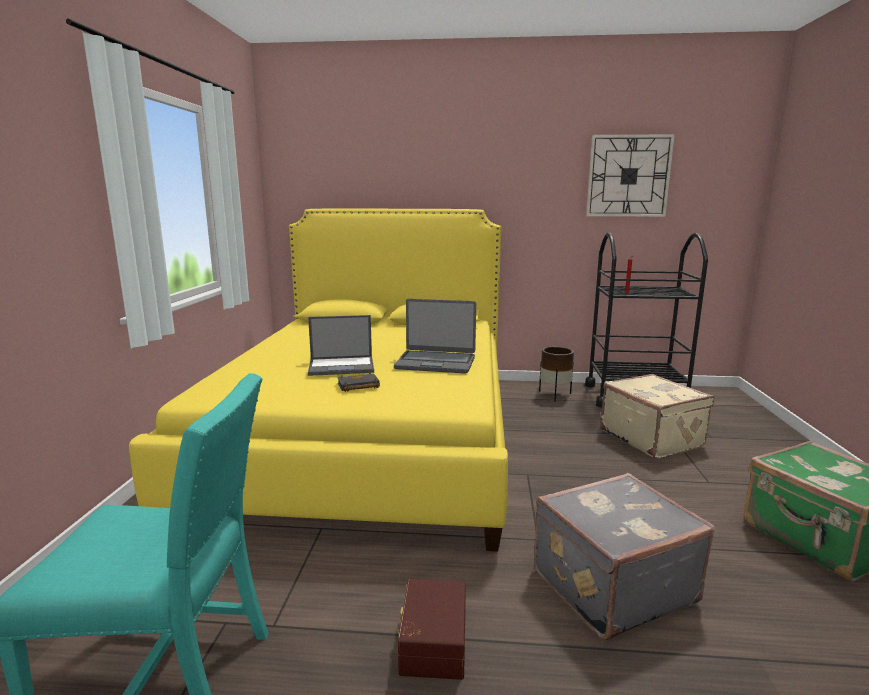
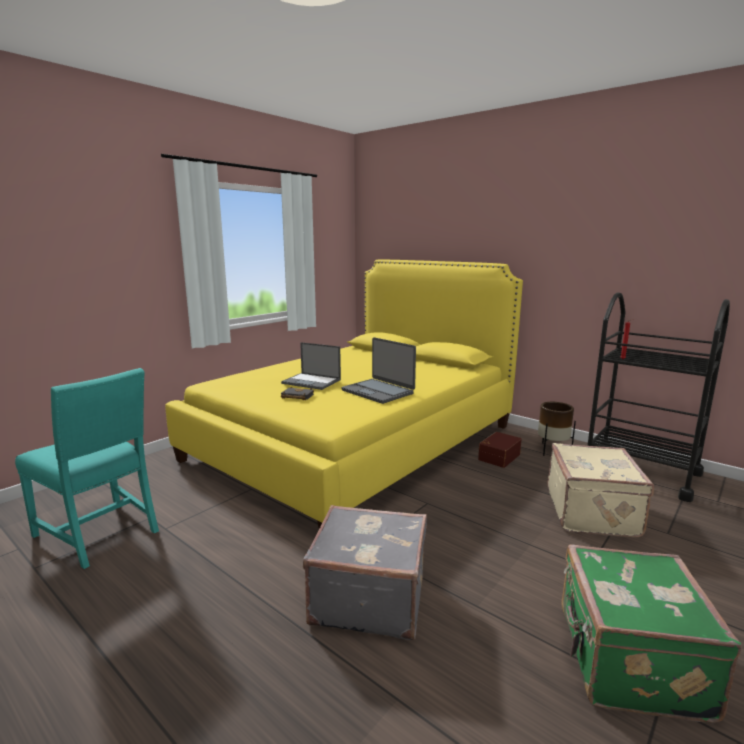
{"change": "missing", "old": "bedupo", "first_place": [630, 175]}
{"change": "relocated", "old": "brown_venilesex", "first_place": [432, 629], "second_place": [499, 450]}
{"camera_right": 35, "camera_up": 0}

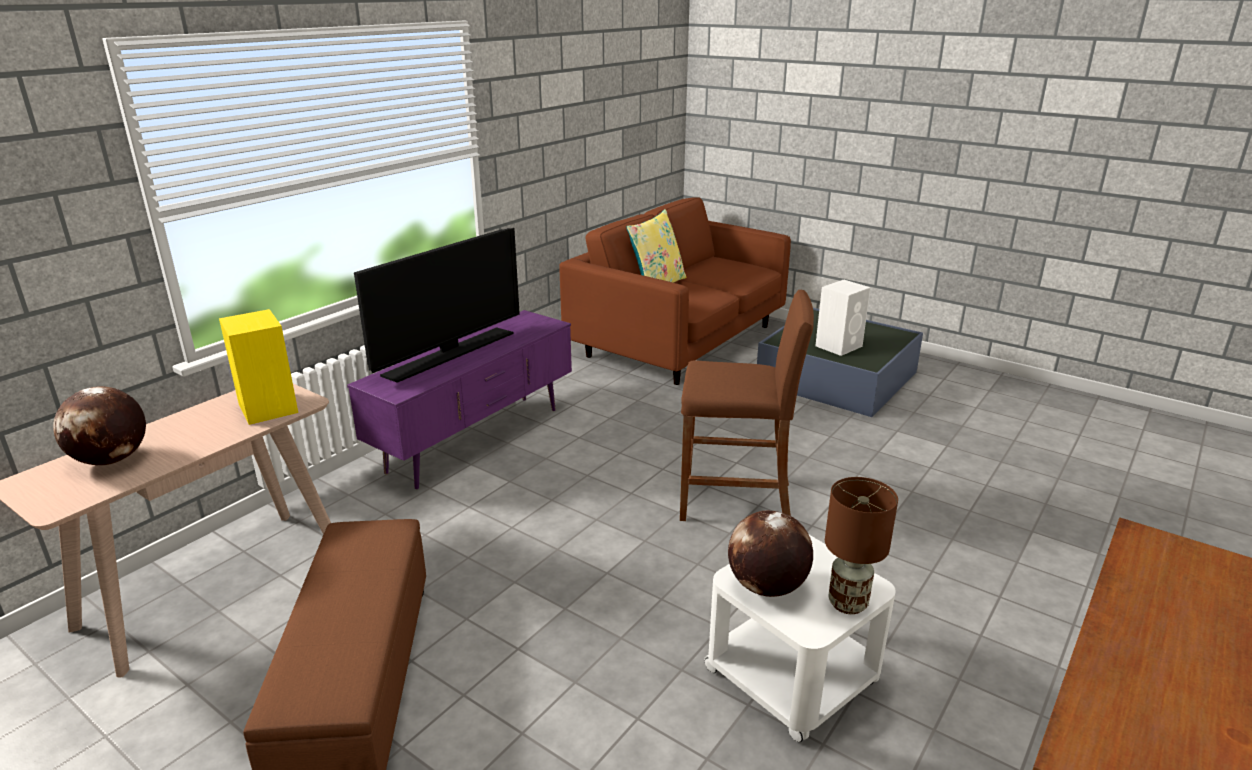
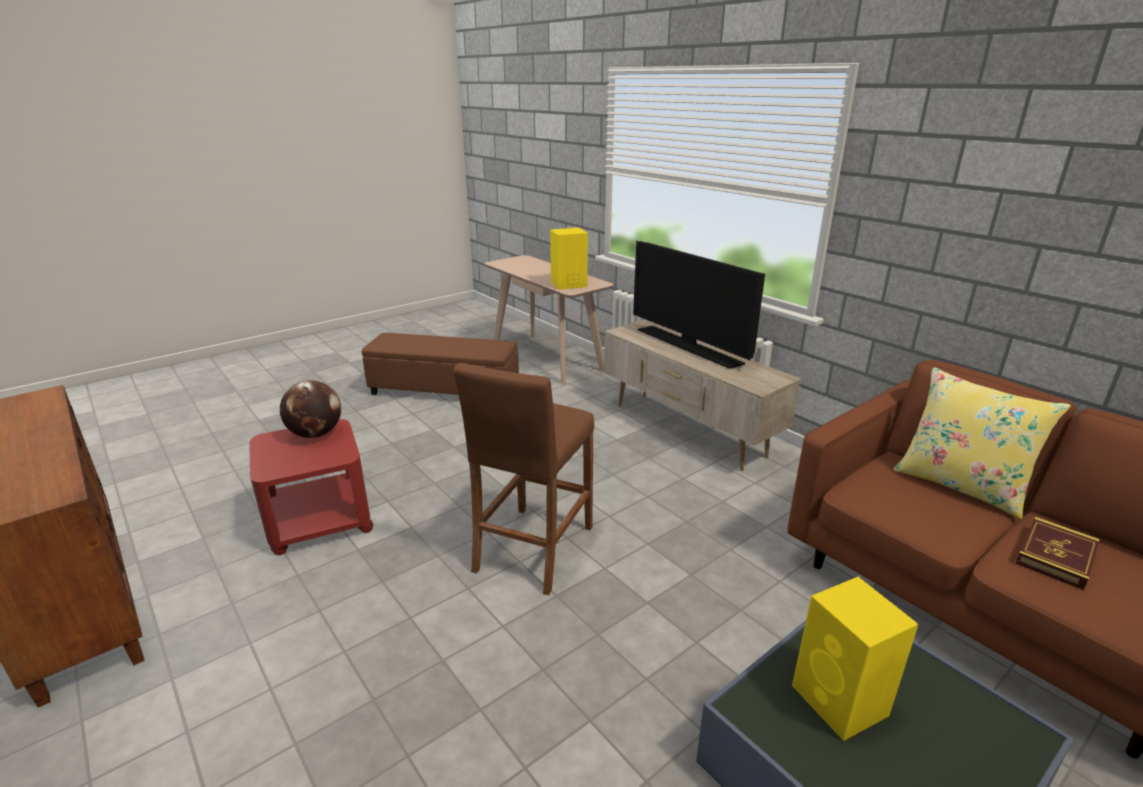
{"change": "colour", "old": "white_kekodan", "new": "yellow_kekodan", "first_place": [842, 318], "second_place": [855, 659]}
{"change": "colour", "old": "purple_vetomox", "new": "beige_vetomox", "first_place": [459, 399], "second_place": [702, 395]}
{"change": "missing", "old": "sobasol", "first_place": [99, 426]}
{"change": "missing", "old": "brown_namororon", "first_place": [861, 545]}
{"change": "colour", "old": "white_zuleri", "new": "red_zuleri", "first_place": [800, 638], "second_place": [311, 487]}
{"change": "appeared", "new": "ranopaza", "second_place": [1057, 553]}
{"camera_right": 105, "camera_up": 0}

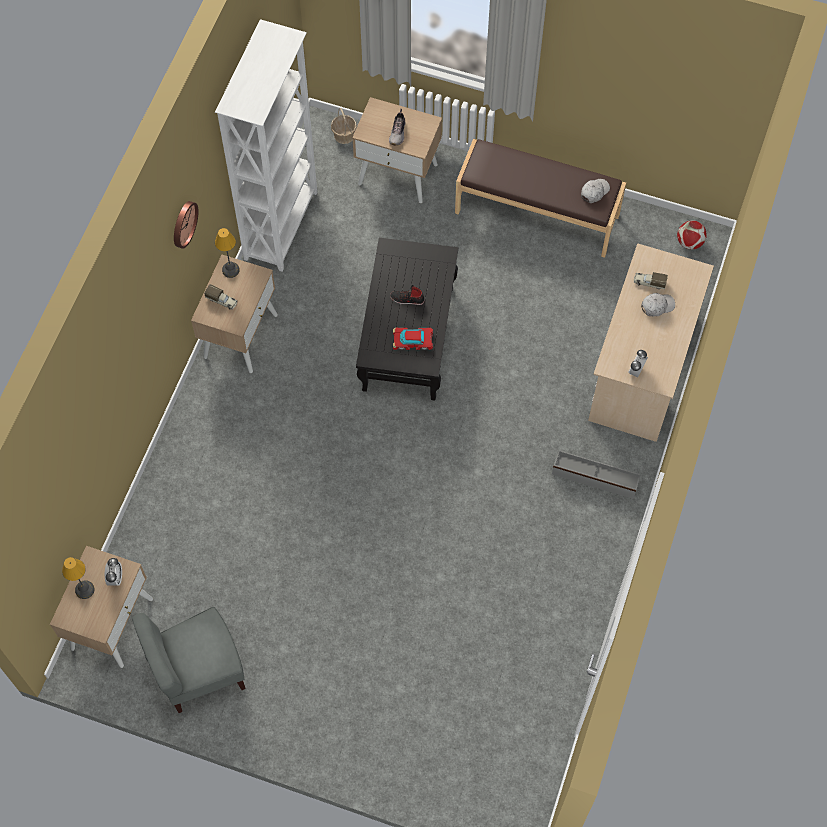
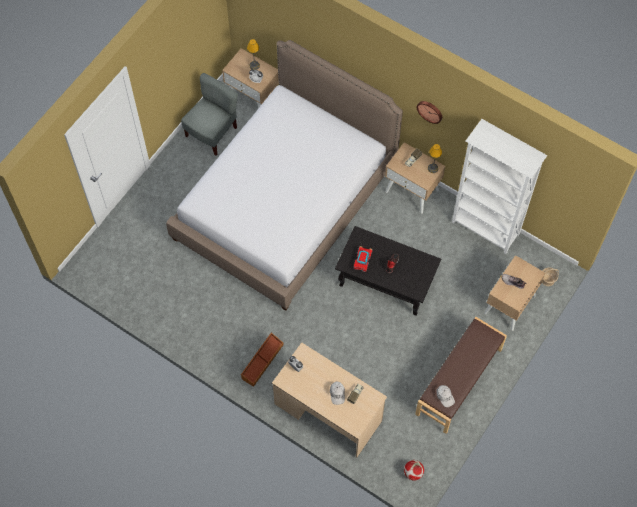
{"change": "colour", "old": "grey_venilesex", "new": "brown_venilesex", "first_place": [596, 474], "second_place": [262, 360]}
{"change": "spun", "old": "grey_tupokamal", "first_place": [189, 660], "second_place": [209, 114], "degrees": 45}
{"change": "appeared", "new": "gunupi", "second_place": [284, 175]}
{"camera_right": 105, "camera_up": 0}

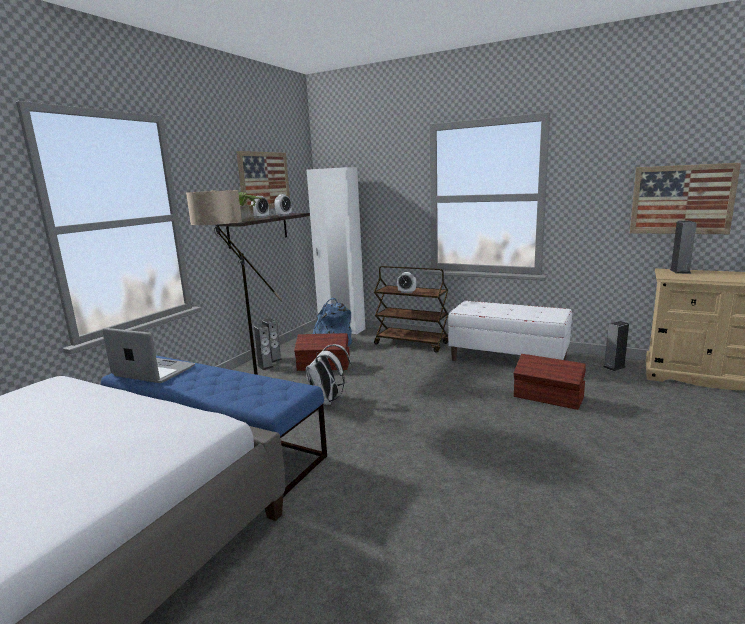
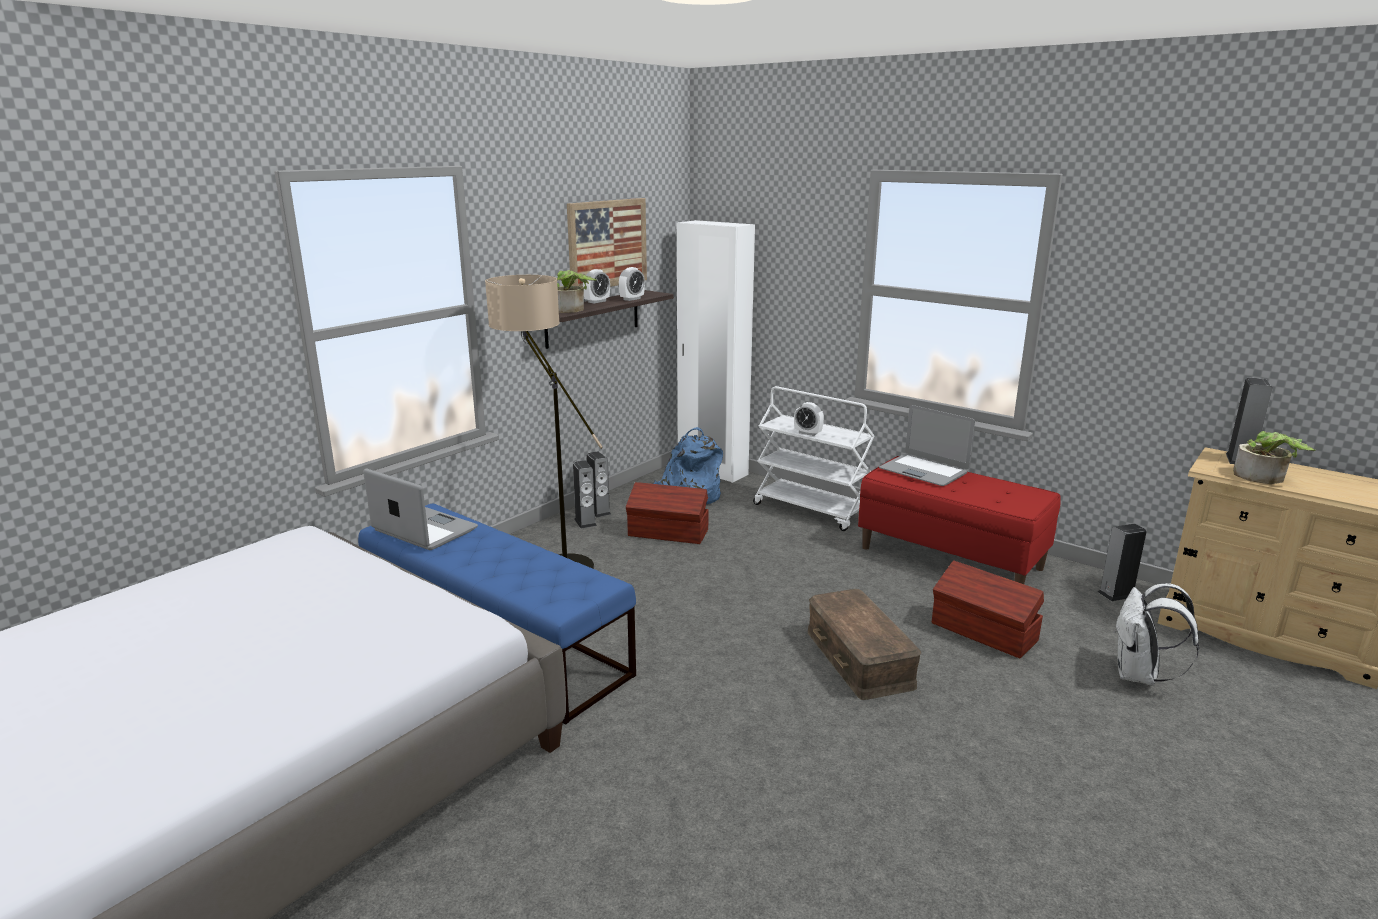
{"change": "missing", "old": "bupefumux", "first_place": [685, 198]}
{"change": "colour", "old": "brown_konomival", "new": "white_konomival", "first_place": [411, 309], "second_place": [813, 458]}
{"change": "colour", "old": "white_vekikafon", "new": "red_vekikafon", "first_place": [510, 331], "second_place": [959, 520]}
{"change": "relocated", "old": "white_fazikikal", "first_place": [329, 374], "second_place": [1156, 634]}
{"change": "appeared", "new": "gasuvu", "second_place": [927, 445]}
{"change": "appeared", "new": "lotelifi", "second_place": [1274, 457]}
{"change": "appeared", "new": "brown_venilesex", "second_place": [864, 644]}
{"camera_right": 10, "camera_up": 5}

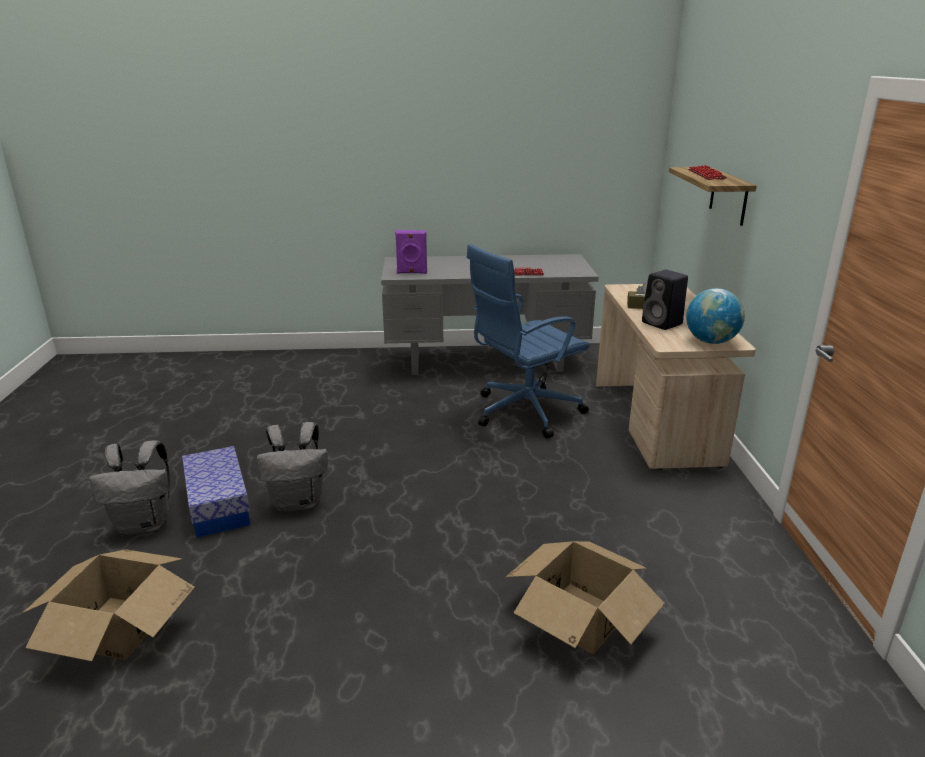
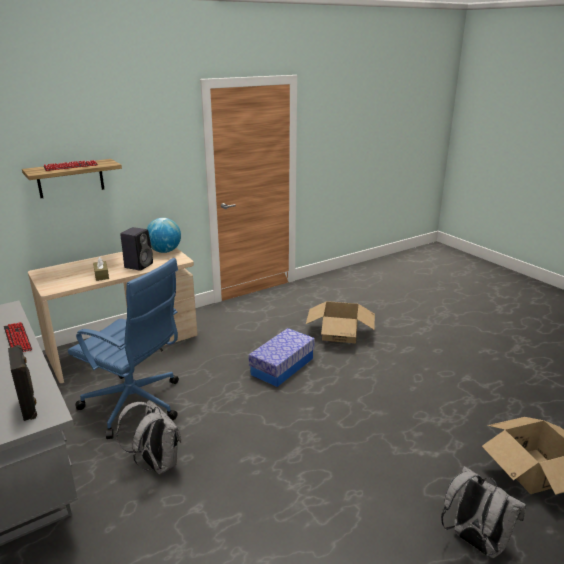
{"change": "colour", "old": "purple_kekodan", "new": "black_kekodan", "first_place": [411, 252], "second_place": [22, 383]}
{"change": "relocated", "old": "grey_fazikikal", "first_place": [292, 467], "second_place": [148, 437]}
{"change": "relocated", "old": "venilesex", "first_place": [216, 492], "second_place": [281, 357]}
{"camera_right": -120, "camera_up": 0}

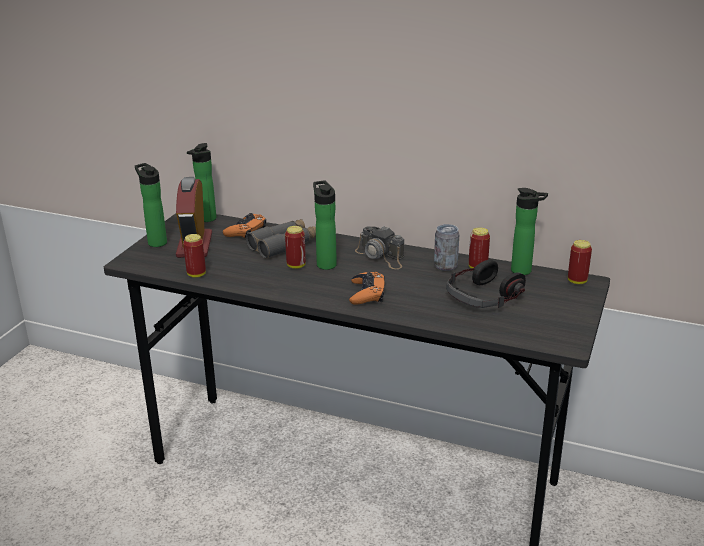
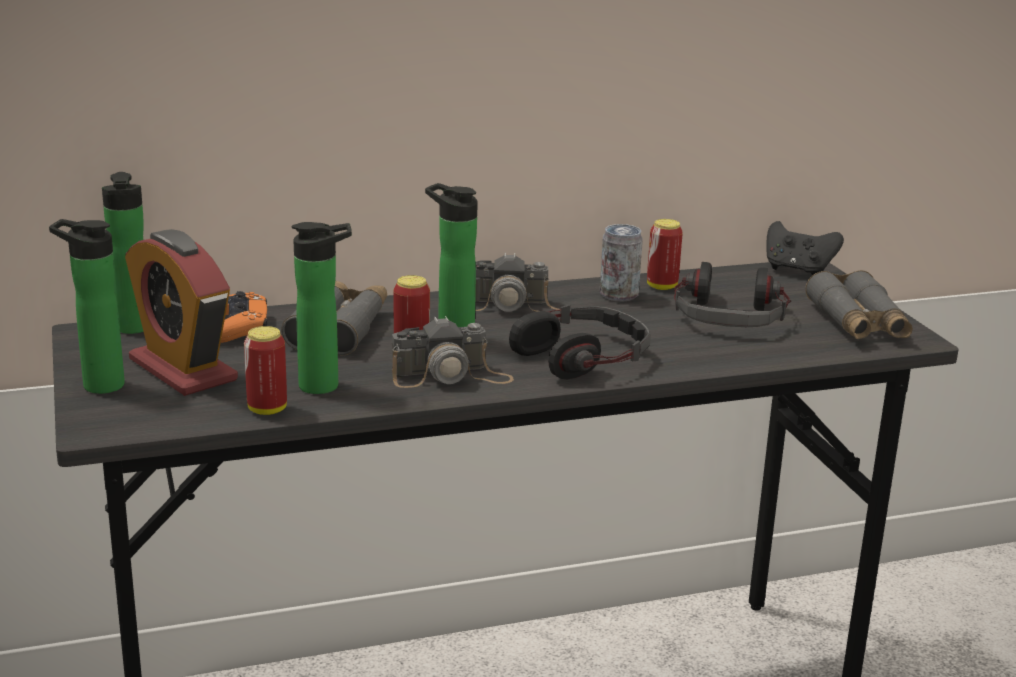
{"change": "relocated", "old": "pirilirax", "first_place": [529, 231], "second_place": [322, 308]}
{"change": "exchanged", "old": "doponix", "new": "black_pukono", "first_place": [580, 262], "second_place": [805, 248]}
{"change": "exchanged", "old": "orange_pukono", "new": "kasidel", "first_place": [367, 288], "second_place": [580, 342]}
{"change": "appeared", "new": "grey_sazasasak", "second_place": [859, 304]}
{"change": "appeared", "new": "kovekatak", "second_place": [453, 352]}
{"camera_right": -40, "camera_up": -5}

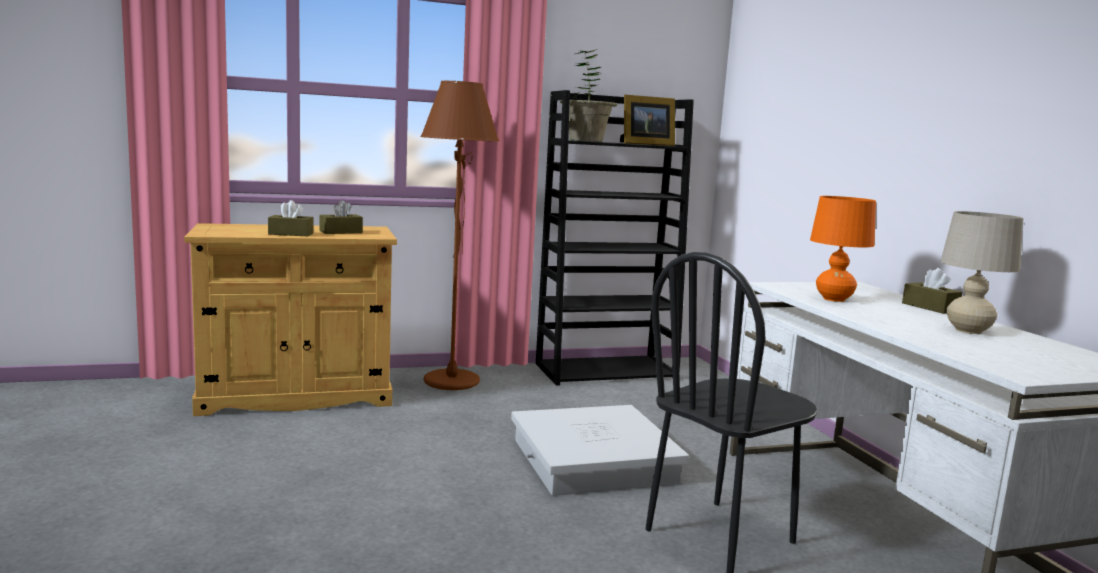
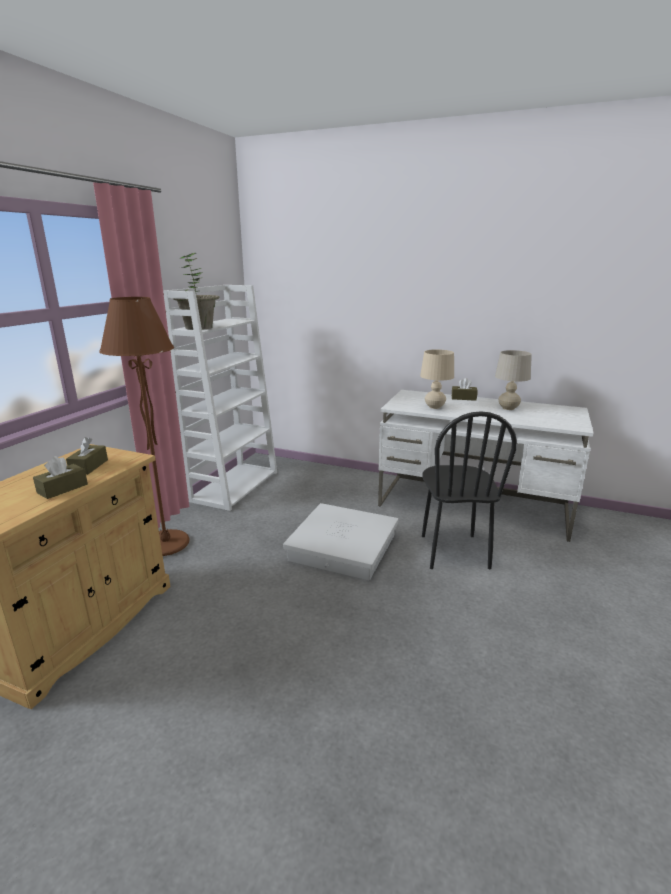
{"change": "colour", "old": "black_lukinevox", "new": "white_lukinevox", "first_place": [615, 238], "second_place": [220, 398]}
{"change": "missing", "old": "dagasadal", "first_place": [647, 120]}
{"change": "colour", "old": "orange_namororon", "new": "beige_namororon", "first_place": [843, 249], "second_place": [437, 379]}
{"camera_right": -50, "camera_up": 10}

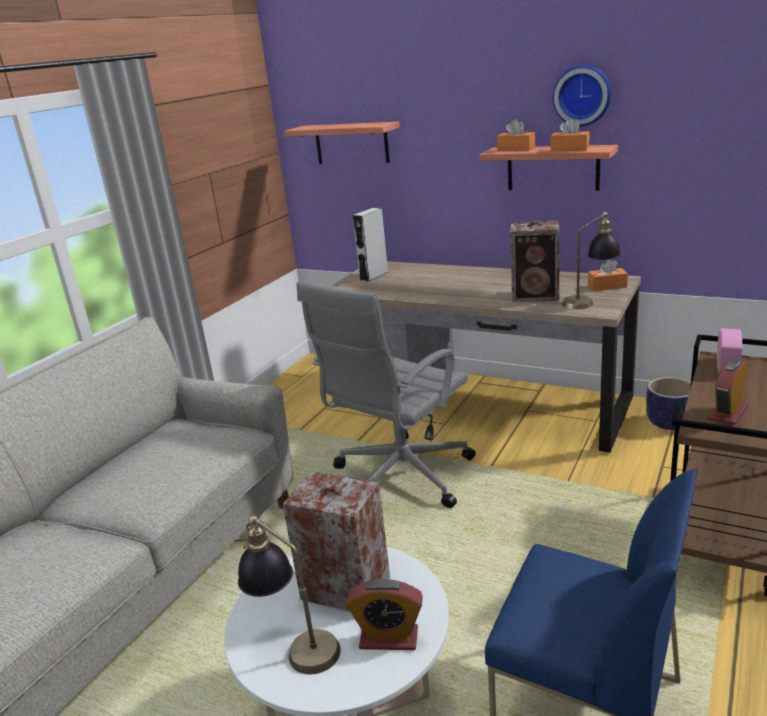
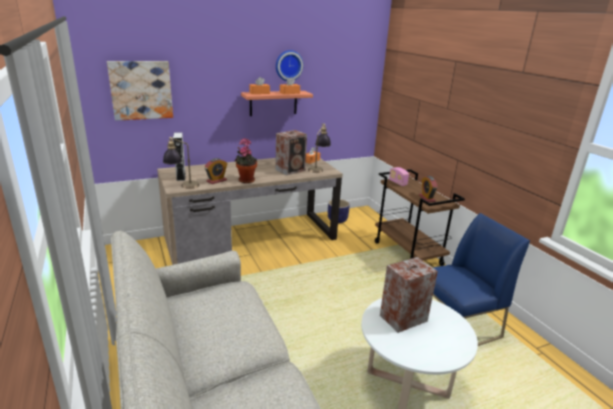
{"change": "exchanged", "old": "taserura", "new": "bupefumux", "first_place": [342, 143], "second_place": [140, 91]}
{"change": "missing", "old": "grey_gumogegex", "first_place": [386, 394]}
{"change": "relocated", "old": "namororon", "first_place": [287, 595], "second_place": [181, 163]}
{"change": "relocated", "old": "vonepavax", "first_place": [384, 614], "second_place": [215, 171]}
{"change": "appeared", "new": "lotelifi", "second_place": [245, 160]}
{"camera_right": -55, "camera_up": 0}

